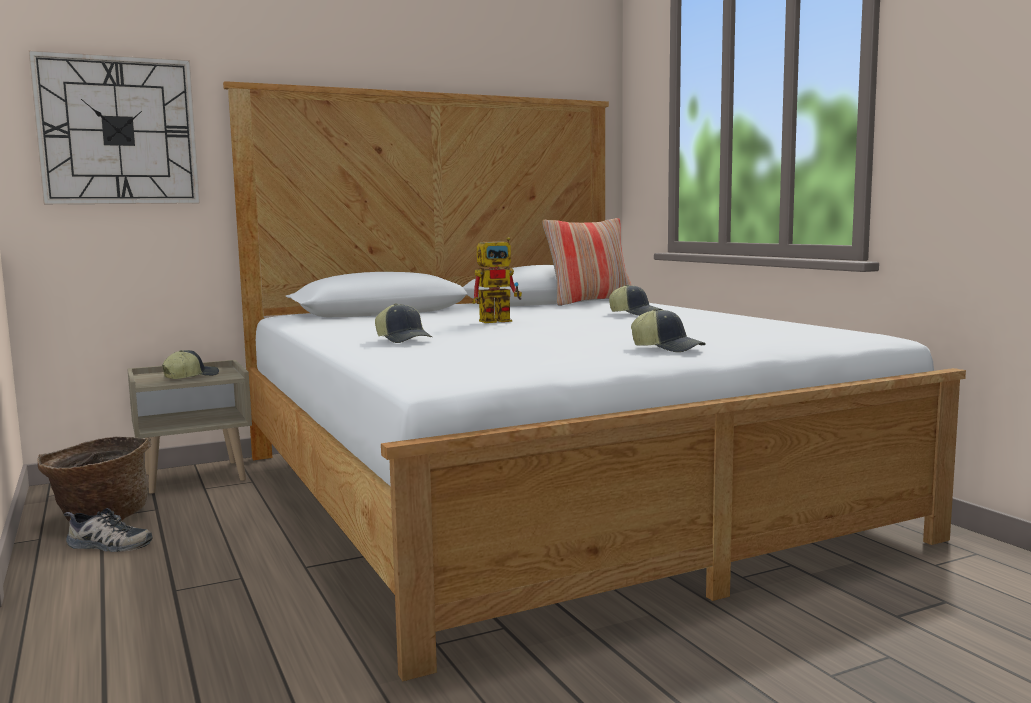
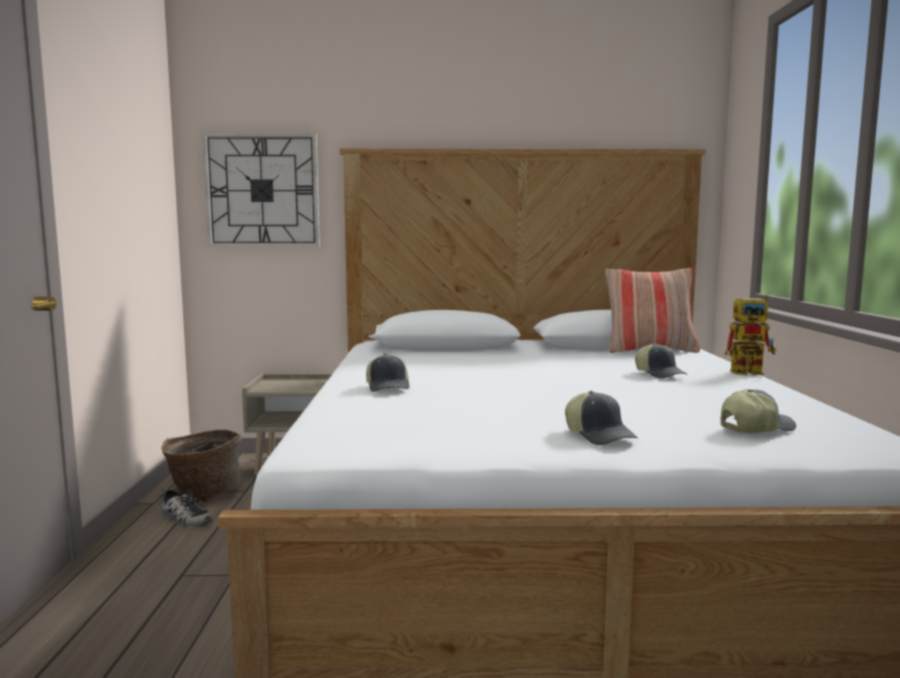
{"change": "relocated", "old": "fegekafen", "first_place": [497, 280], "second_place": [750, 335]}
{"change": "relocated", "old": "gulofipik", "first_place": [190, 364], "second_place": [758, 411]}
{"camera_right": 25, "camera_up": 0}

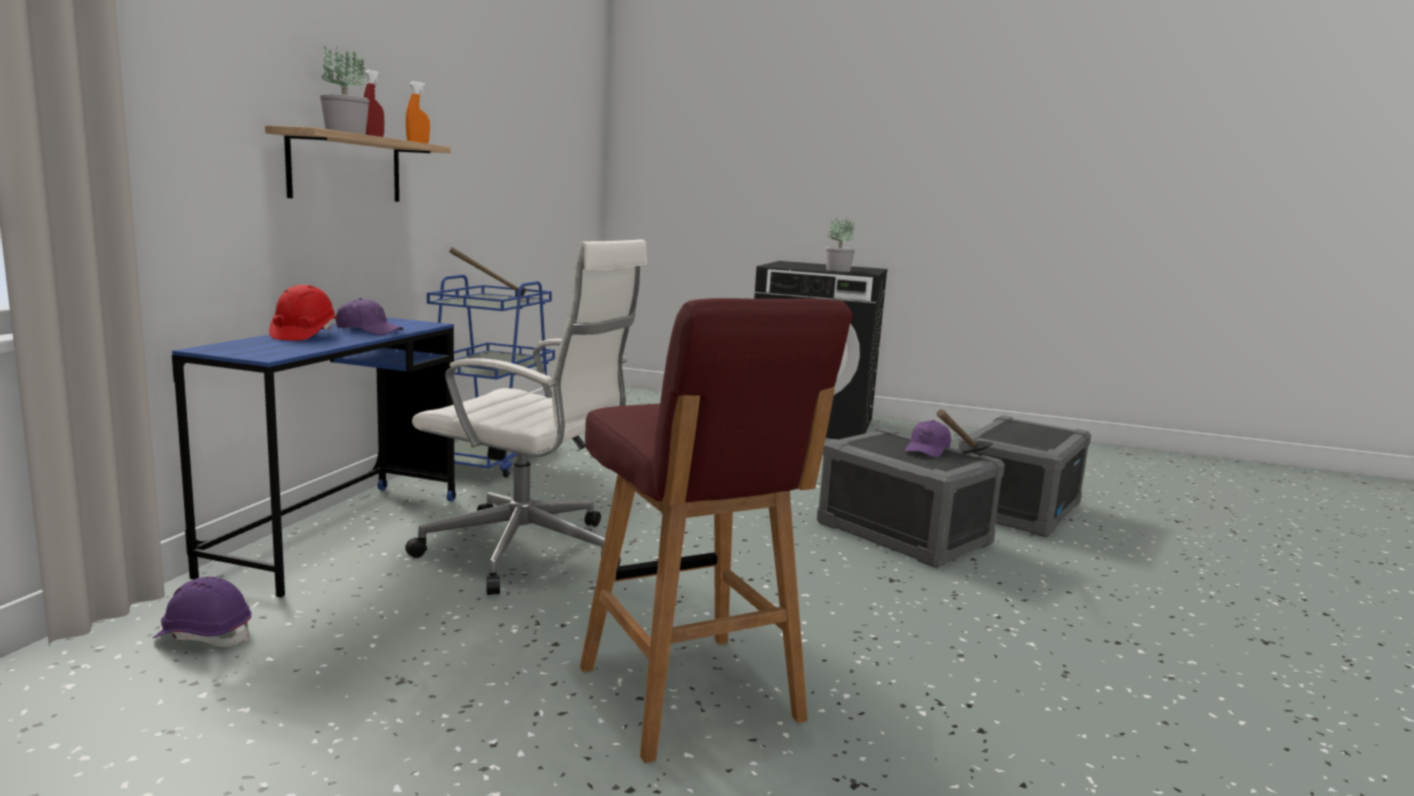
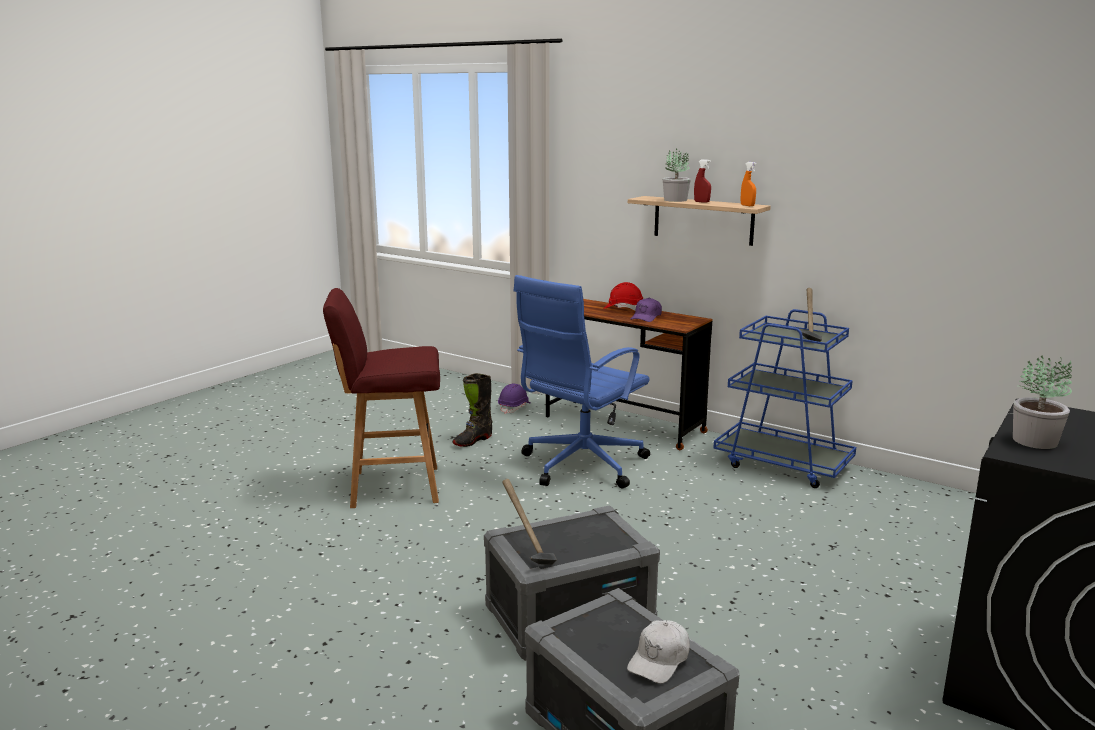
{"change": "colour", "old": "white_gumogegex", "new": "blue_gumogegex", "first_place": [526, 417], "second_place": [582, 382]}
{"change": "colour", "old": "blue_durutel", "new": "brown_durutel", "first_place": [314, 457], "second_place": [629, 374]}
{"change": "missing", "old": "purple_gulofipik", "first_place": [928, 438]}
{"change": "appeared", "new": "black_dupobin", "second_place": [472, 410]}
{"change": "appeared", "new": "white_gulofipik", "second_place": [658, 651]}
{"camera_right": 110, "camera_up": 5}

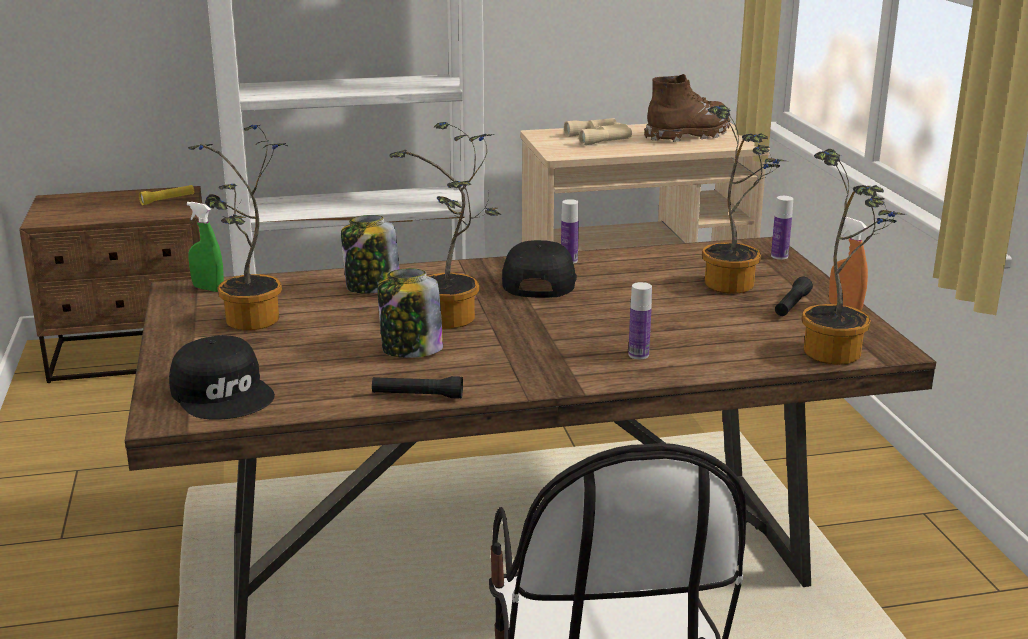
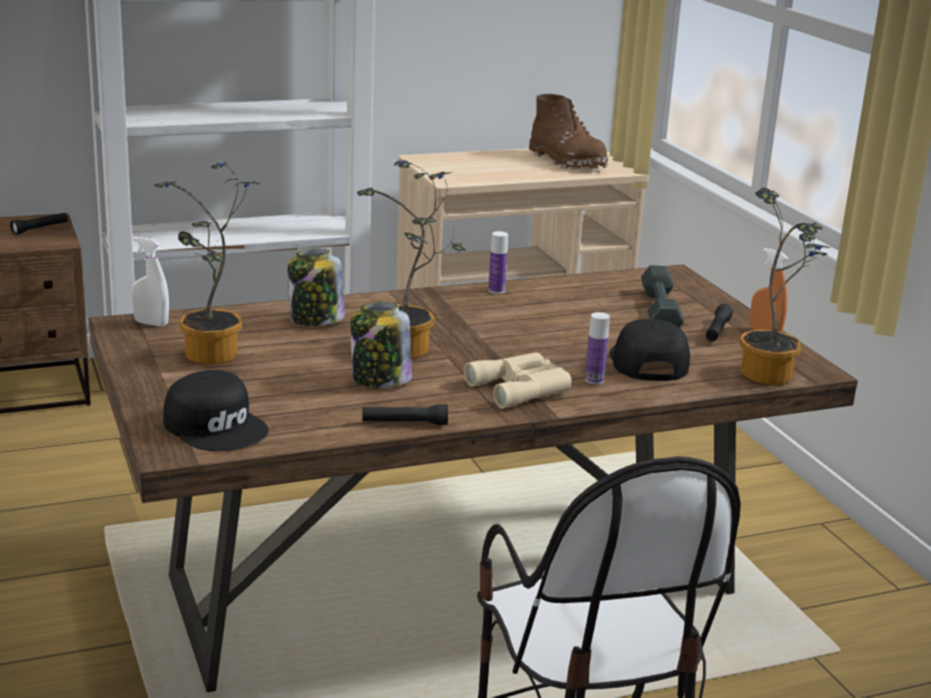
{"change": "spun", "old": "brown_dupobin", "first_place": [687, 108], "second_place": [568, 132], "degrees": 90}
{"change": "exchanged", "old": "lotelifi", "new": "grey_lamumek", "first_place": [743, 199], "second_place": [662, 296]}
{"change": "relocated", "old": "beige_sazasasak", "first_place": [598, 132], "second_place": [518, 380]}
{"change": "colour", "old": "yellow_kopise", "new": "black_kopise", "first_place": [166, 195], "second_place": [39, 224]}
{"change": "missing", "old": "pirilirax", "first_place": [782, 228]}
{"change": "colour", "old": "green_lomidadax", "new": "white_lomidadax", "first_place": [205, 247], "second_place": [150, 282]}
{"change": "relocated", "old": "black_gulofipik", "first_place": [539, 269], "second_place": [649, 350]}
{"camera_right": -10, "camera_up": 0}

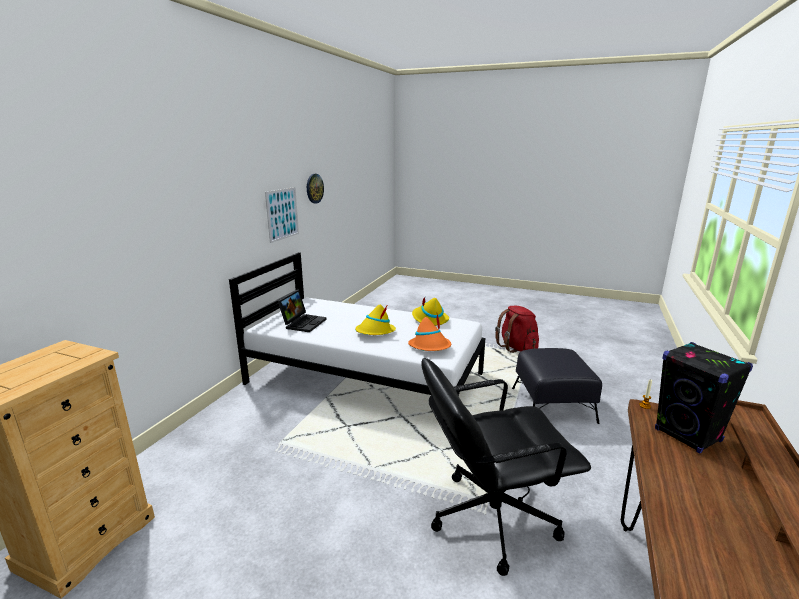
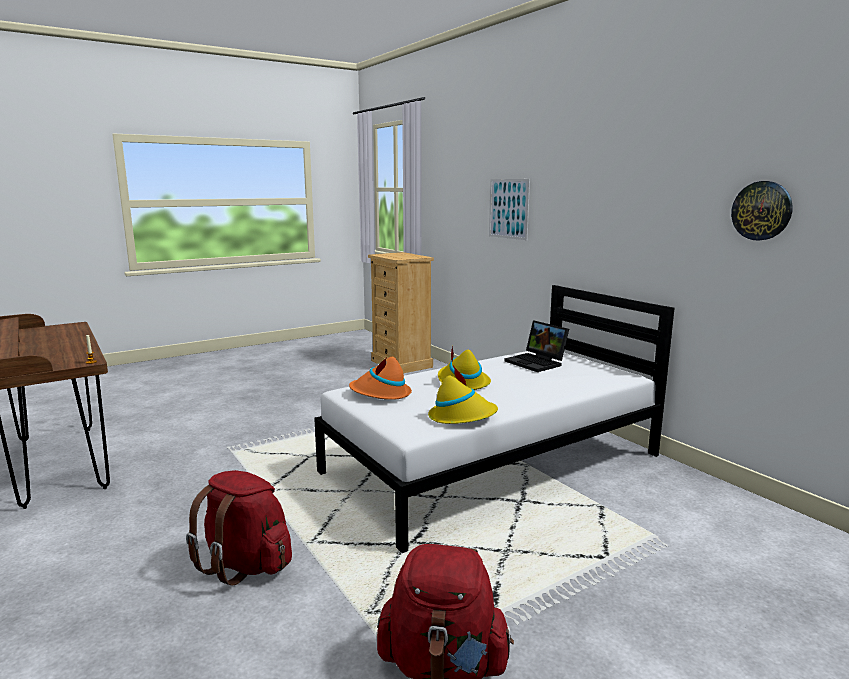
{"change": "relocated", "old": "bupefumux", "first_place": [282, 215], "second_place": [509, 209]}
{"change": "missing", "old": "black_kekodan", "first_place": [704, 398]}
{"change": "exchanged", "old": "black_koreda", "new": "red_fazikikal", "first_place": [557, 386], "second_place": [239, 528]}
{"change": "missing", "old": "black_gumogegex", "first_place": [506, 467]}
{"camera_right": 125, "camera_up": -5}

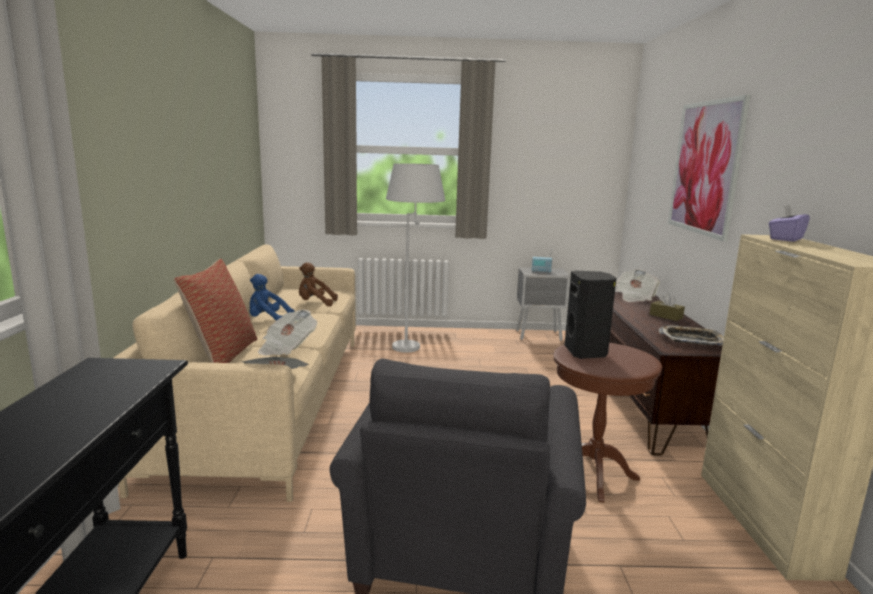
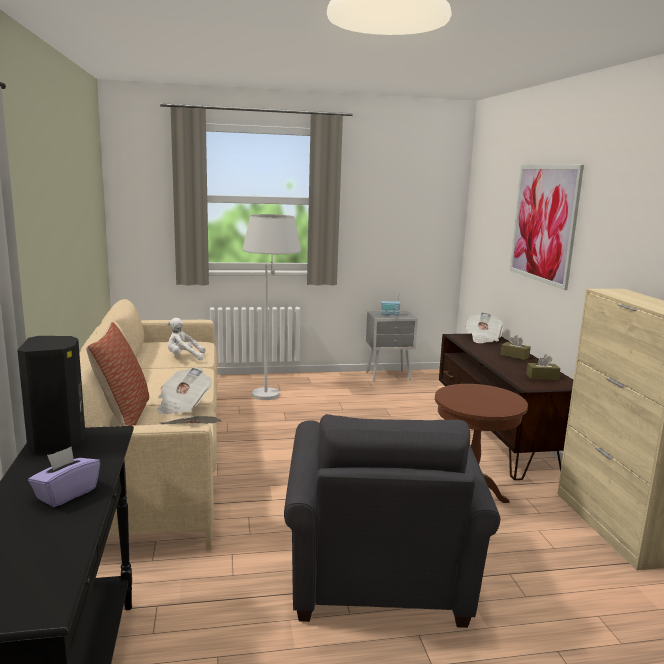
{"change": "relocated", "old": "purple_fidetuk", "first_place": [789, 223], "second_place": [64, 476]}
{"change": "colour", "old": "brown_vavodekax", "new": "white_vavodekax", "first_place": [318, 284], "second_place": [186, 339]}
{"change": "relocated", "old": "black_kekodan", "first_place": [590, 314], "second_place": [51, 394]}
{"change": "missing", "old": "blue_vavodekax", "first_place": [272, 297]}
{"change": "exchanged", "old": "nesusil", "new": "brown_fidetuk", "first_place": [691, 335], "second_place": [543, 367]}
{"camera_right": -10, "camera_up": 0}

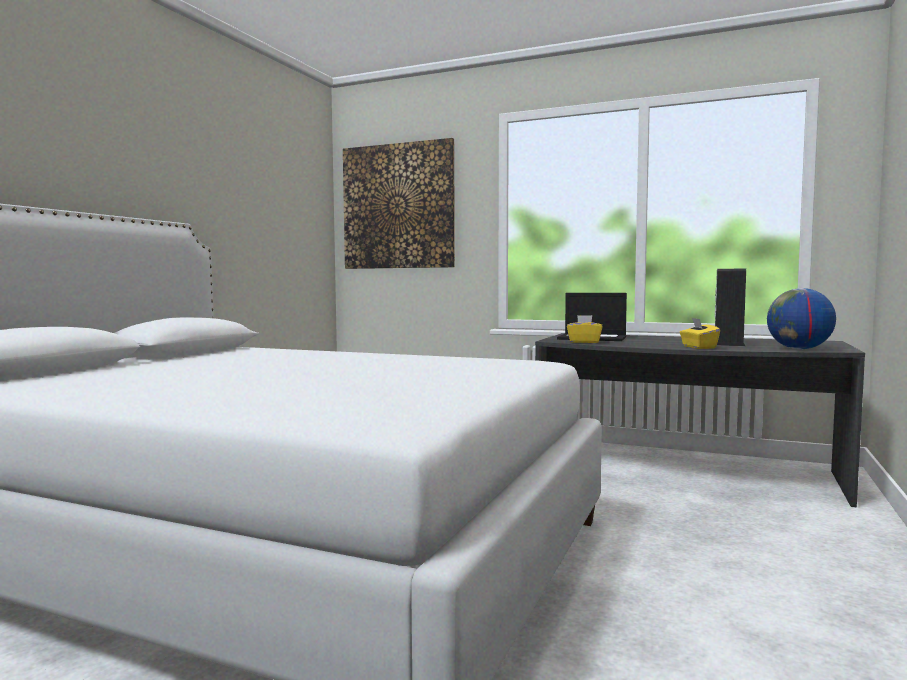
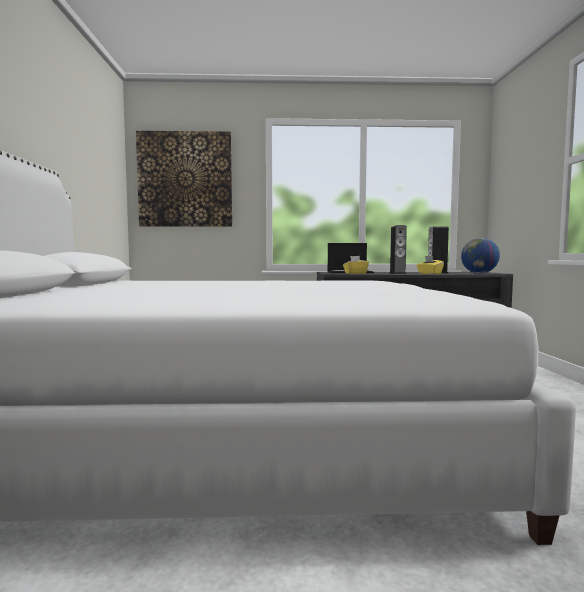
{"change": "appeared", "new": "kekodan", "second_place": [398, 249]}
{"camera_right": -25, "camera_up": 0}

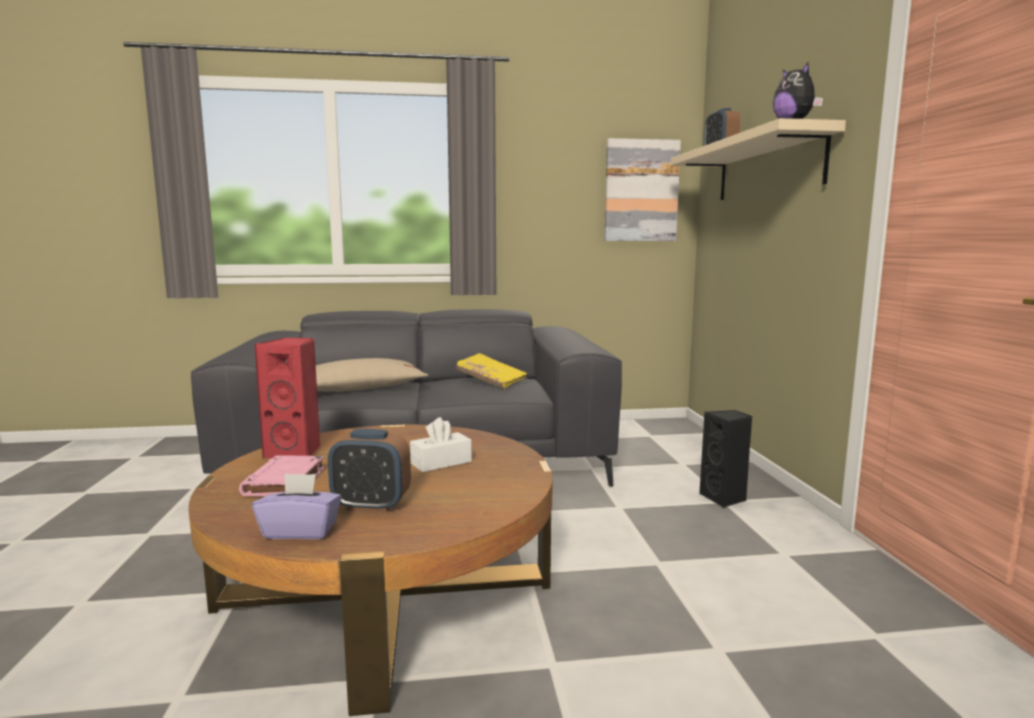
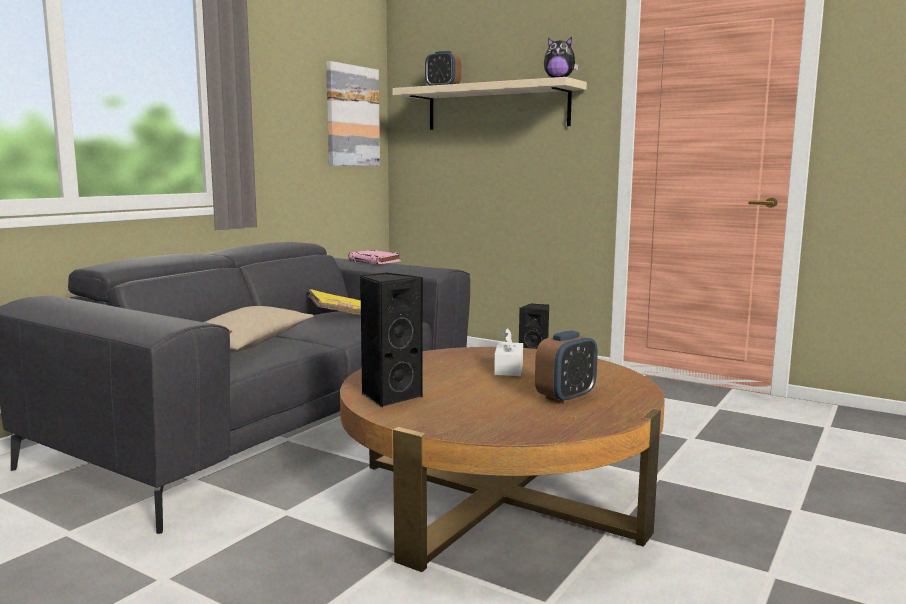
{"change": "colour", "old": "red_kekodan", "new": "black_kekodan", "first_place": [287, 398], "second_place": [391, 339]}
{"change": "relocated", "old": "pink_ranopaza", "first_place": [282, 475], "second_place": [374, 257]}
{"change": "missing", "old": "purple_fidetuk", "first_place": [297, 506]}
{"camera_right": -50, "camera_up": 0}

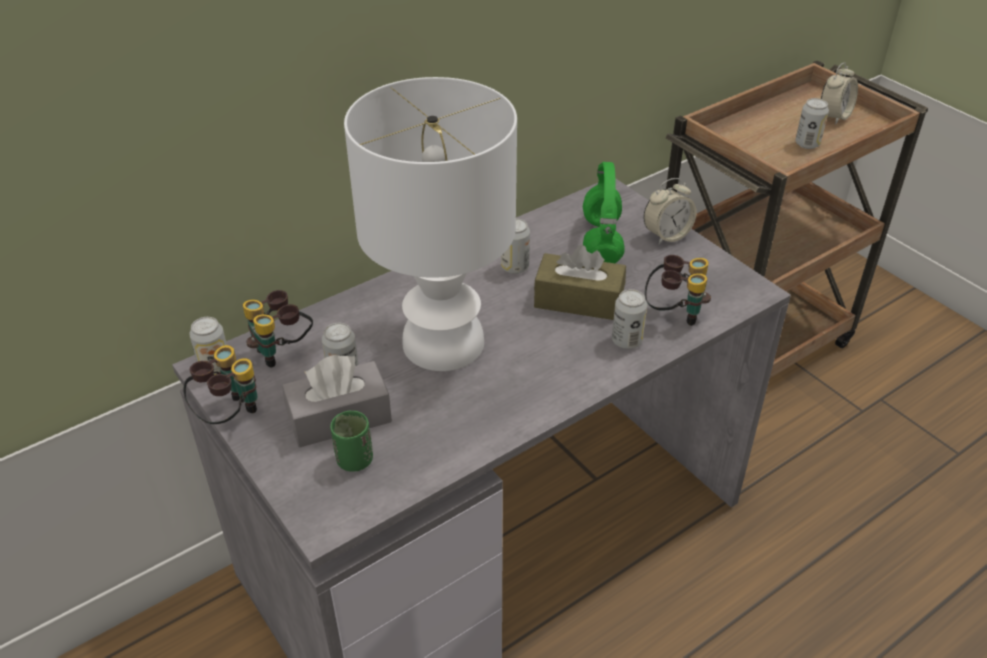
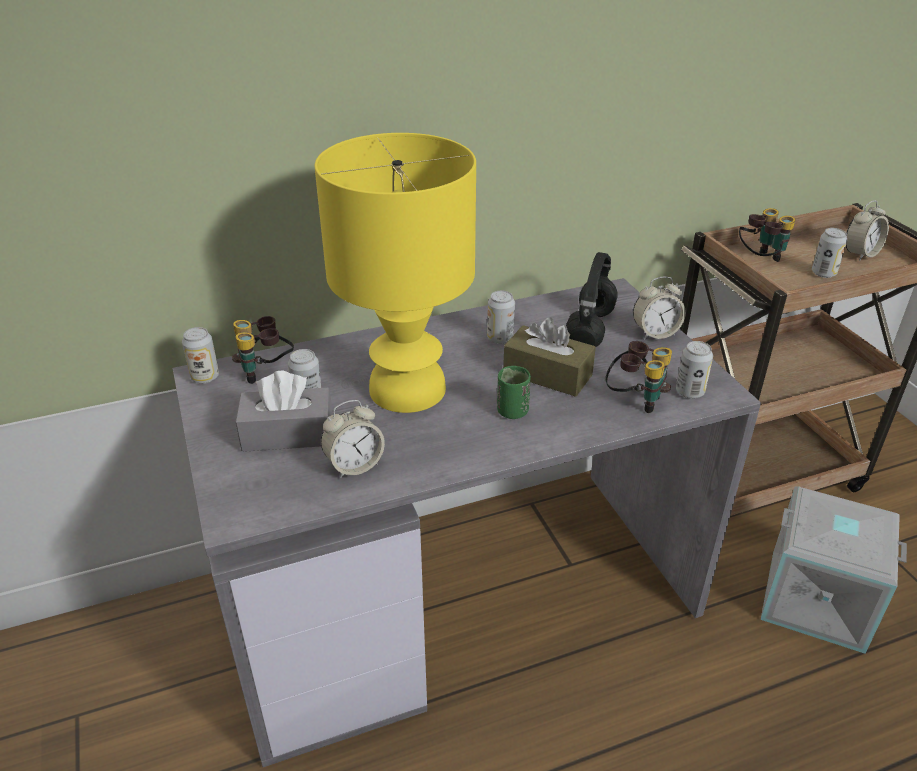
{"change": "colour", "old": "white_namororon", "new": "yellow_namororon", "first_place": [430, 224], "second_place": [395, 273]}
{"change": "colour", "old": "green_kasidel", "new": "black_kasidel", "first_place": [604, 212], "second_place": [592, 299]}
{"change": "relocated", "old": "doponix", "first_place": [629, 319], "second_place": [694, 370]}
{"change": "relocated", "old": "sazasasak", "first_place": [221, 384], "second_place": [767, 235]}
{"change": "relocated", "old": "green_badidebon", "first_place": [351, 441], "second_place": [514, 392]}
{"change": "appeared", "new": "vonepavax", "second_place": [353, 439]}
{"change": "appeared", "new": "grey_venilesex", "second_place": [834, 570]}
{"camera_right": 15, "camera_up": -5}

